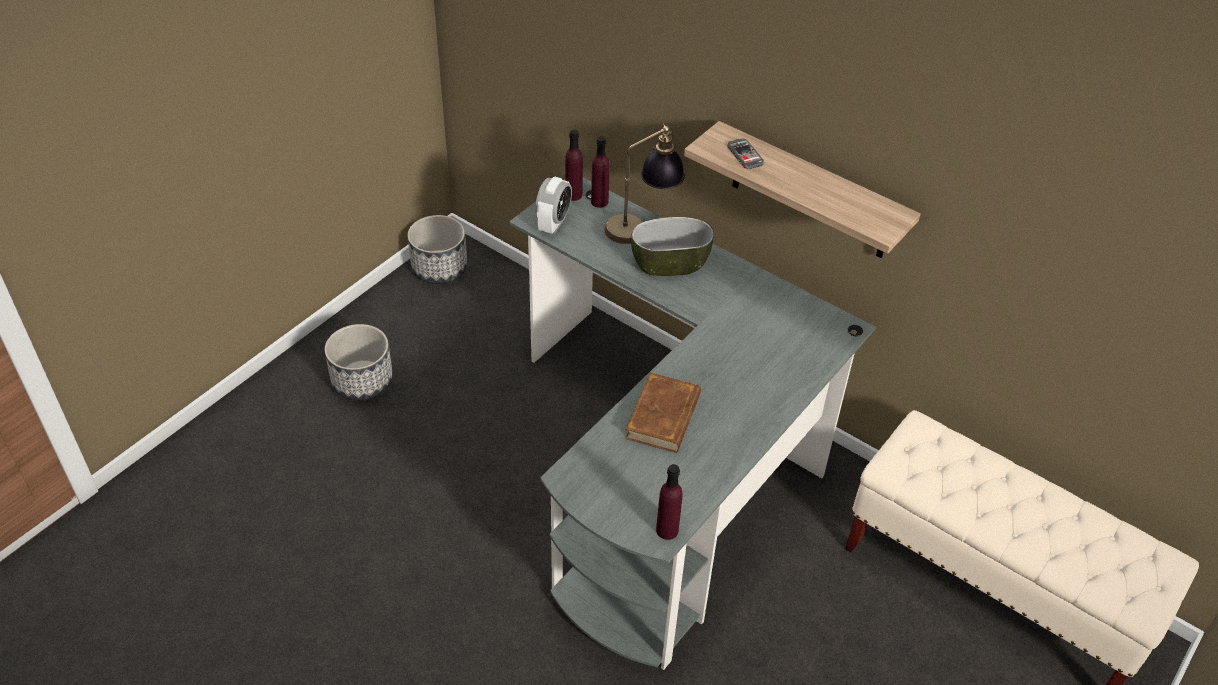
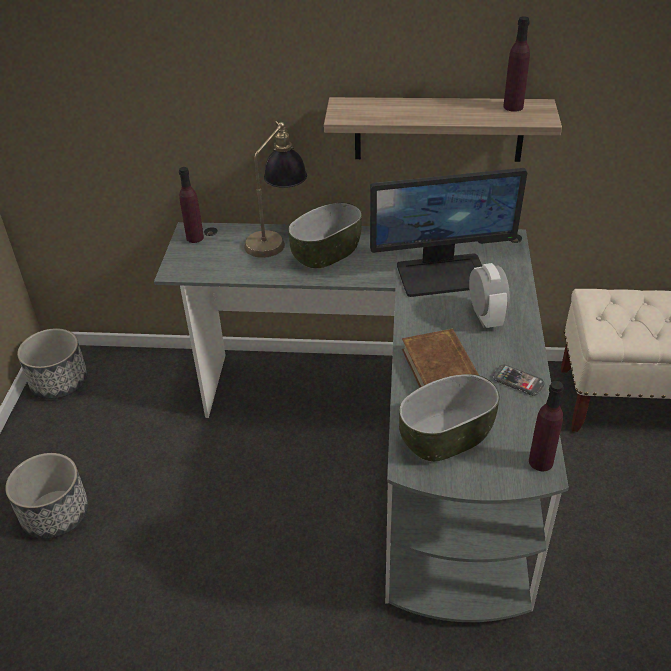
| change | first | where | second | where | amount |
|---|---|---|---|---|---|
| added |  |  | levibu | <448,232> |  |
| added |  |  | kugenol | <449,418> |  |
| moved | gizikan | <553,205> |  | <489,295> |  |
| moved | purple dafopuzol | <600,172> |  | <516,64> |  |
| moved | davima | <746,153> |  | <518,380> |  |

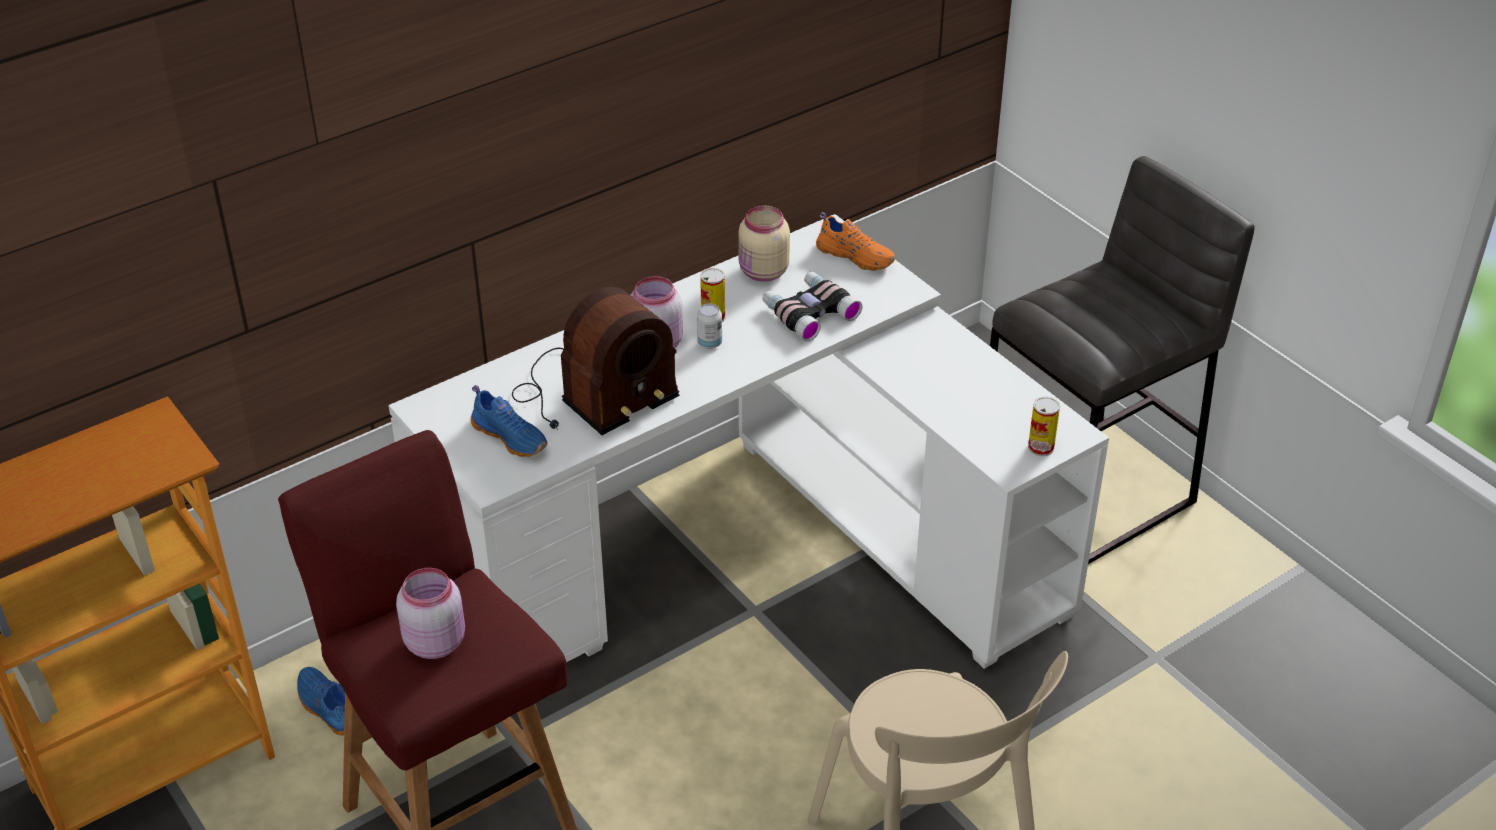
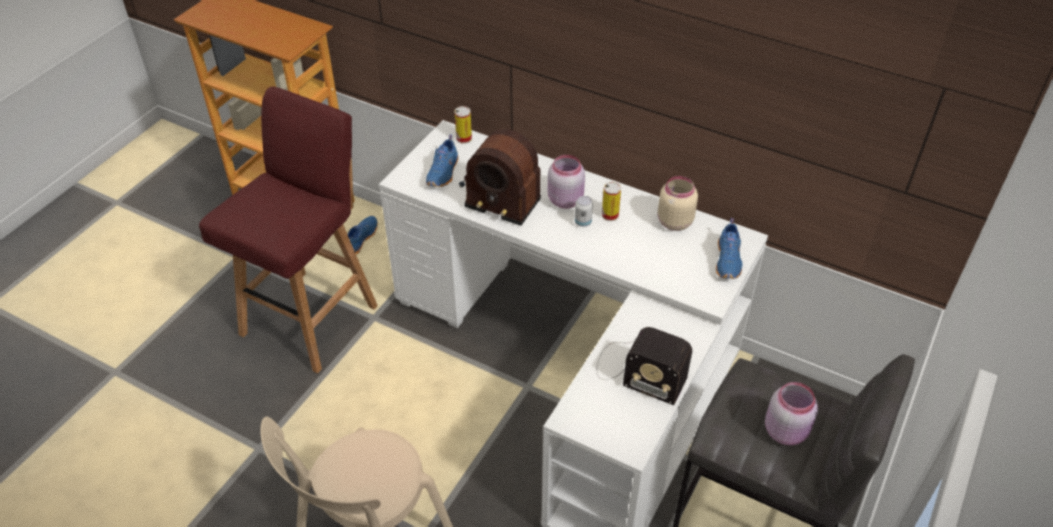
| change | first | where | second | where | amount |
|---|---|---|---|---|---|
| removed | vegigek | <812,306> |  |  |  |
| added |  |  | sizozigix | <644,366> |  |
| moved | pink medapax | <430,613> |  | <791,413> |  |
| moved | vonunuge | <1044,426> |  | <463,125> |  |
| recoloured | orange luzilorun | <855,241> | blue luzilorun | <729,248> |  |

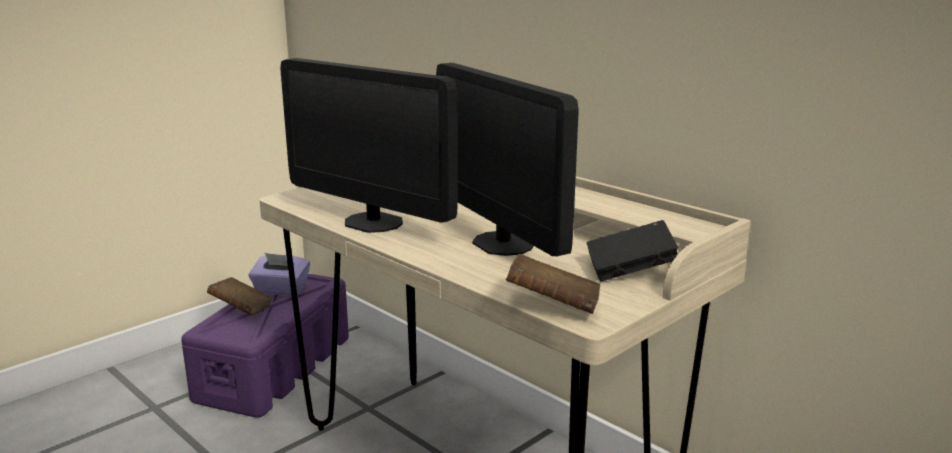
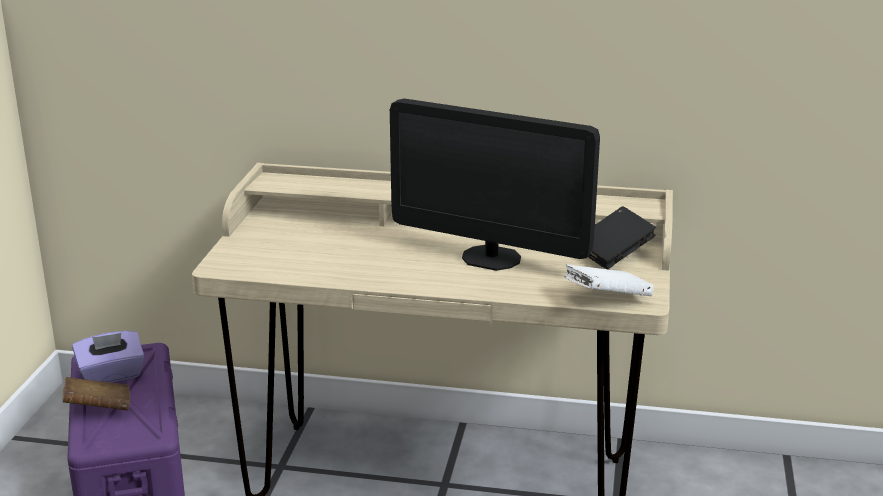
| change | first | where | second | where | amount |
|---|---|---|---|---|---|
| removed | levibu | <369,145> |  |  |  |
| recoloured | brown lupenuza | <553,284> | white lupenuza | <609,280> |  |

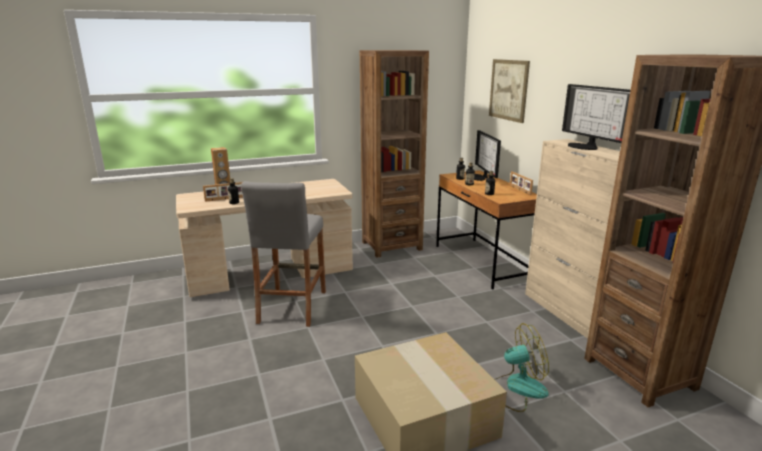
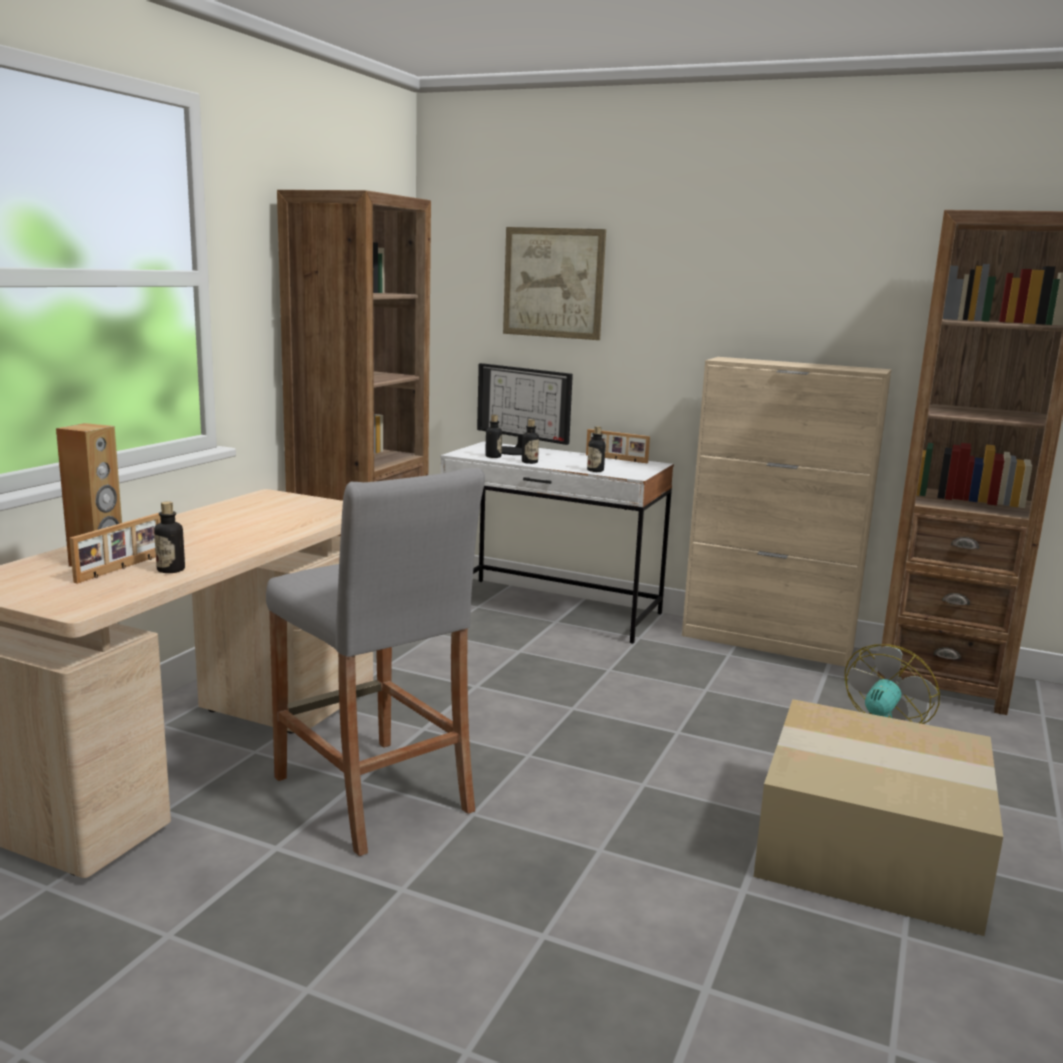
| change | first | where | second | where | amount |
|---|---|---|---|---|---|
| removed | levibu | <596,117> |  |  |  |
| recoloured | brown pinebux | <486,229> | white pinebux | <557,542> |  |

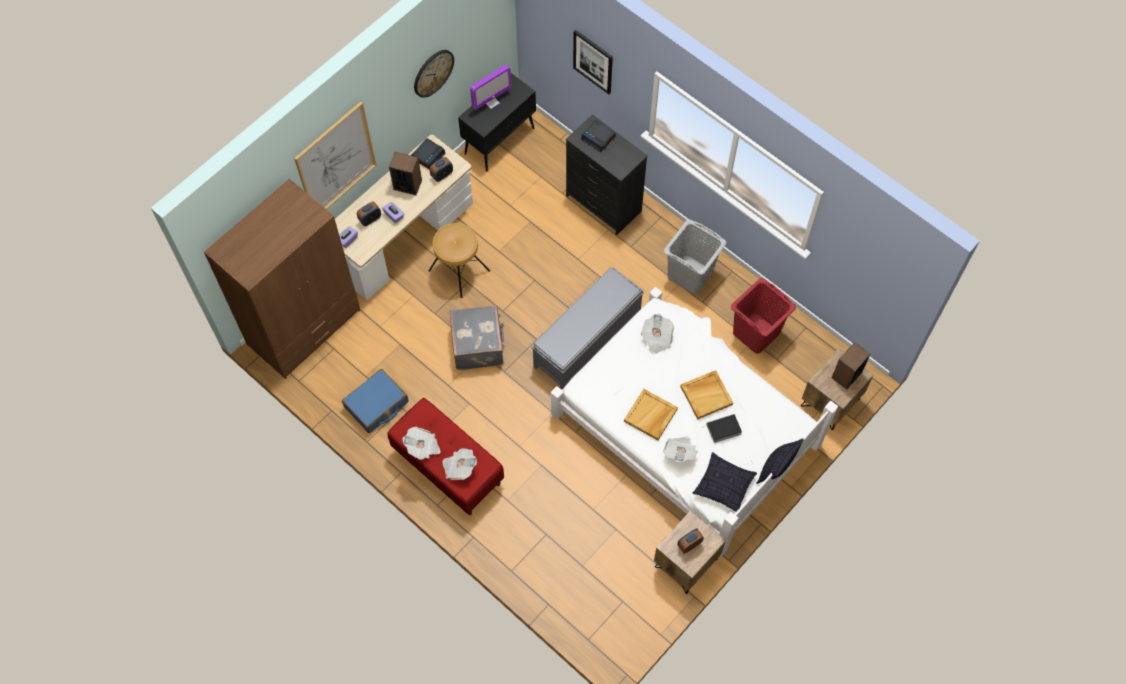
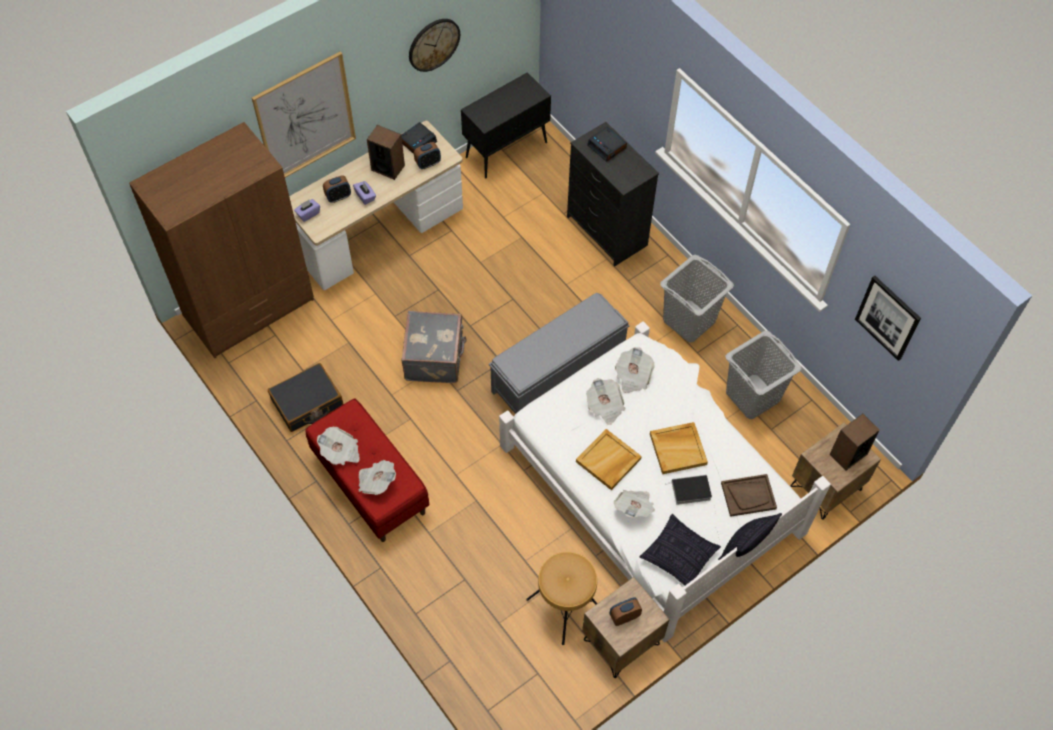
| change | first | where | second | where | amount |
|---|---|---|---|---|---|
| removed | levibu | <490,87> |  |  |  |
| added |  |  | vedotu | <606,401> |  |
| added |  |  | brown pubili | <749,495> |  |
| moved | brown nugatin | <459,260> |  | <561,598> |  |
| moved | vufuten | <593,62> |  | <888,318> |  |
| recoloured | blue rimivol | <375,401> | black rimivol | <305,397> |  |
| recoloured | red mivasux | <763,316> | grey mivasux | <764,375> |  |

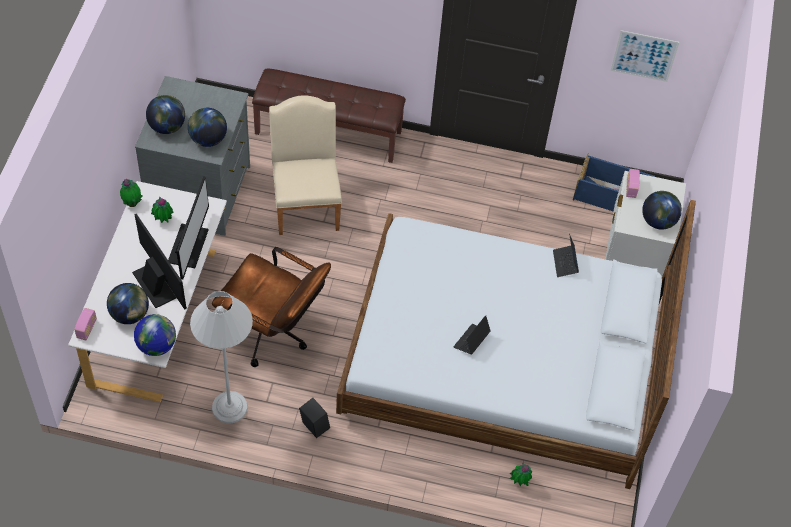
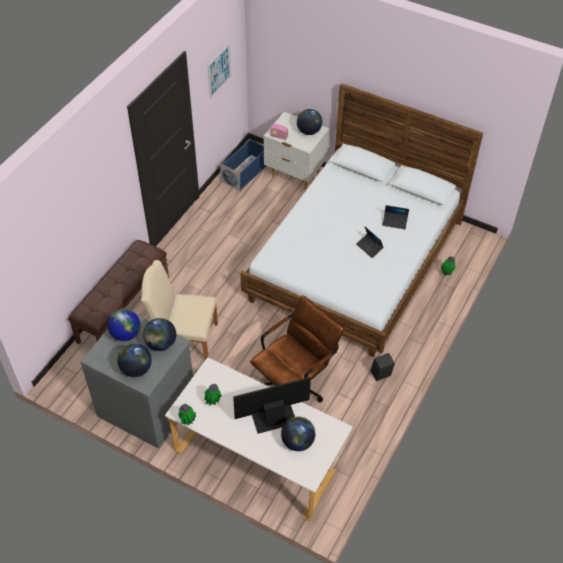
| change | first | where | second | where | amount |
|---|---|---|---|---|---|
| removed | sizozigix | <85,324> |  |  |  |
| removed | levibu | <188,228> |  |  |  |
| removed | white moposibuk | <221,357> |  |  |  |
| moved | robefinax | <155,335> |  | <124,325> |  |
| moved | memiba | <566,255> |  | <395,217> |  |

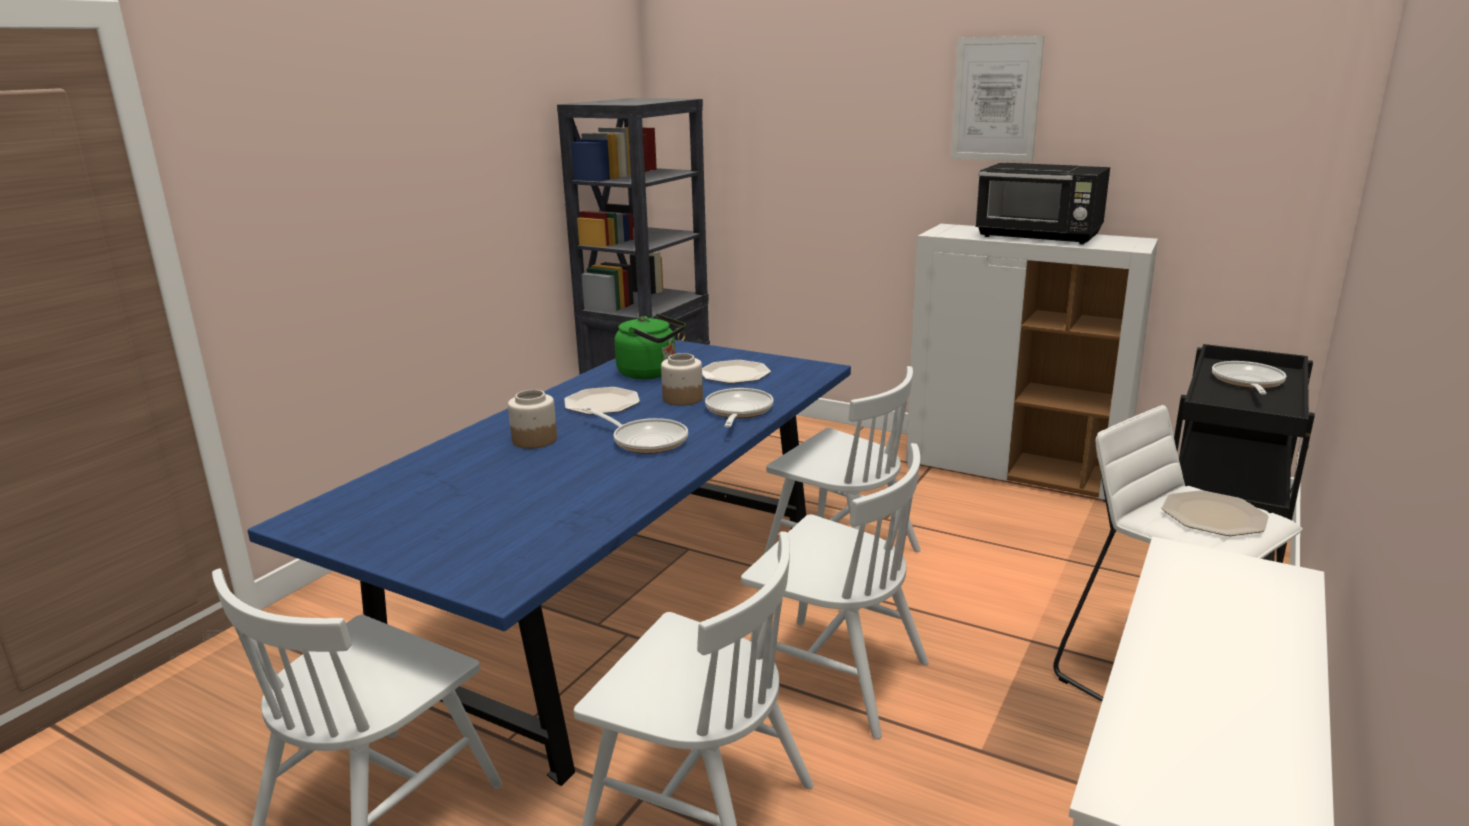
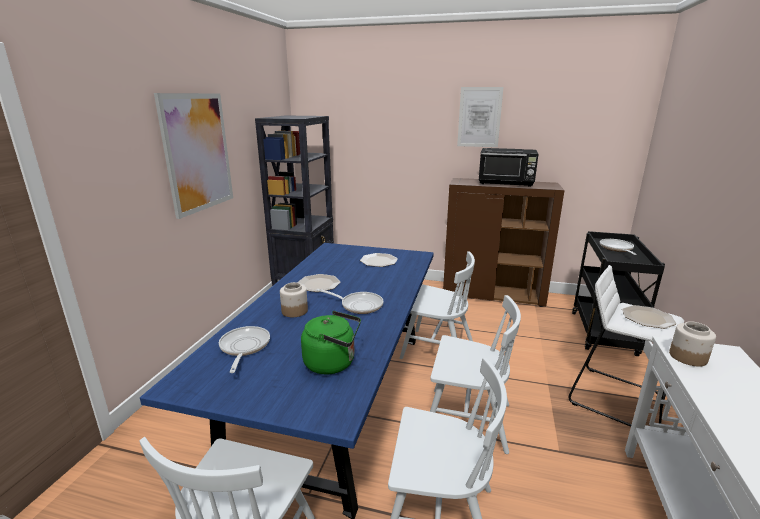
| change | first | where | second | where | amount |
|---|---|---|---|---|---|
| added |  |  | vufuten | <193,156> |  |
| moved | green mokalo | <650,346> |  | <331,342> |  |
| moved | medapax | <682,379> |  | <692,344> |  |
| moved | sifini | <739,407> |  | <244,349> |  |
| recoloured | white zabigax | <1032,363> | brown zabigax | <504,242> |  |

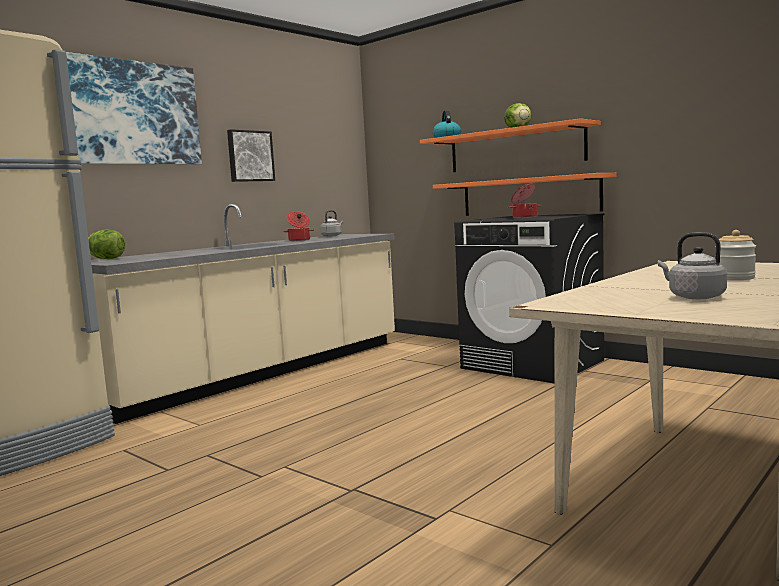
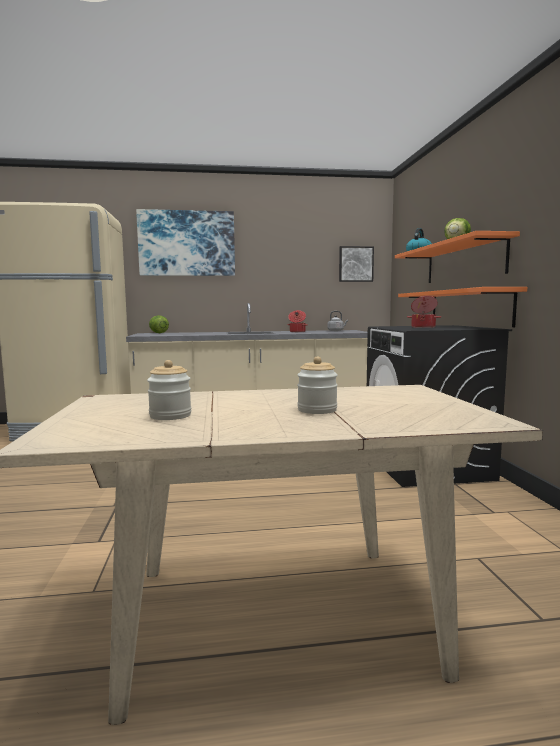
| change | first | where | second | where | amount |
|---|---|---|---|---|---|
| moved | vufuten | <251,155> |  | <356,264> |  |
| replaced | grey mokalo | <692,265> | medapax | <169,390> |  |

